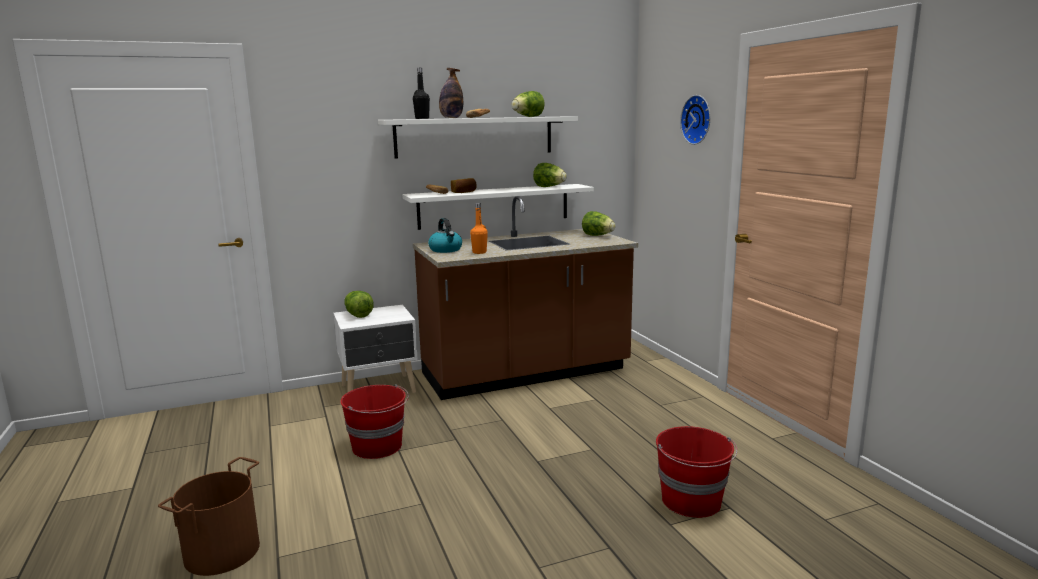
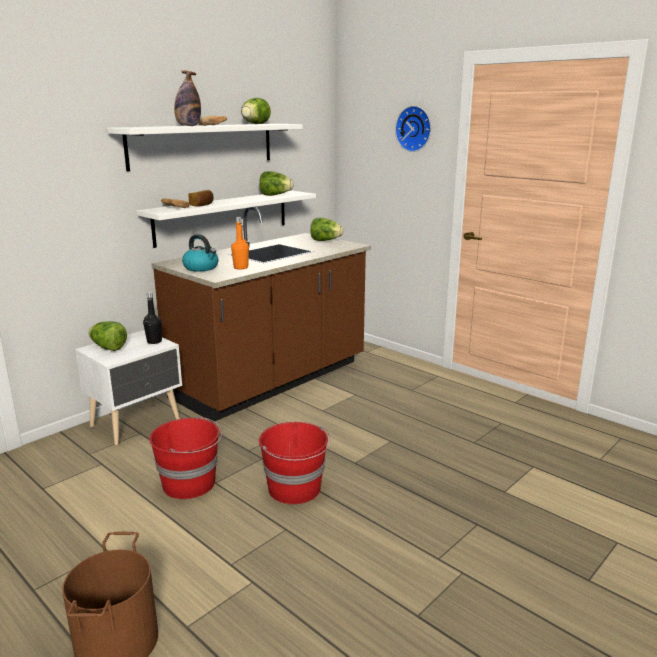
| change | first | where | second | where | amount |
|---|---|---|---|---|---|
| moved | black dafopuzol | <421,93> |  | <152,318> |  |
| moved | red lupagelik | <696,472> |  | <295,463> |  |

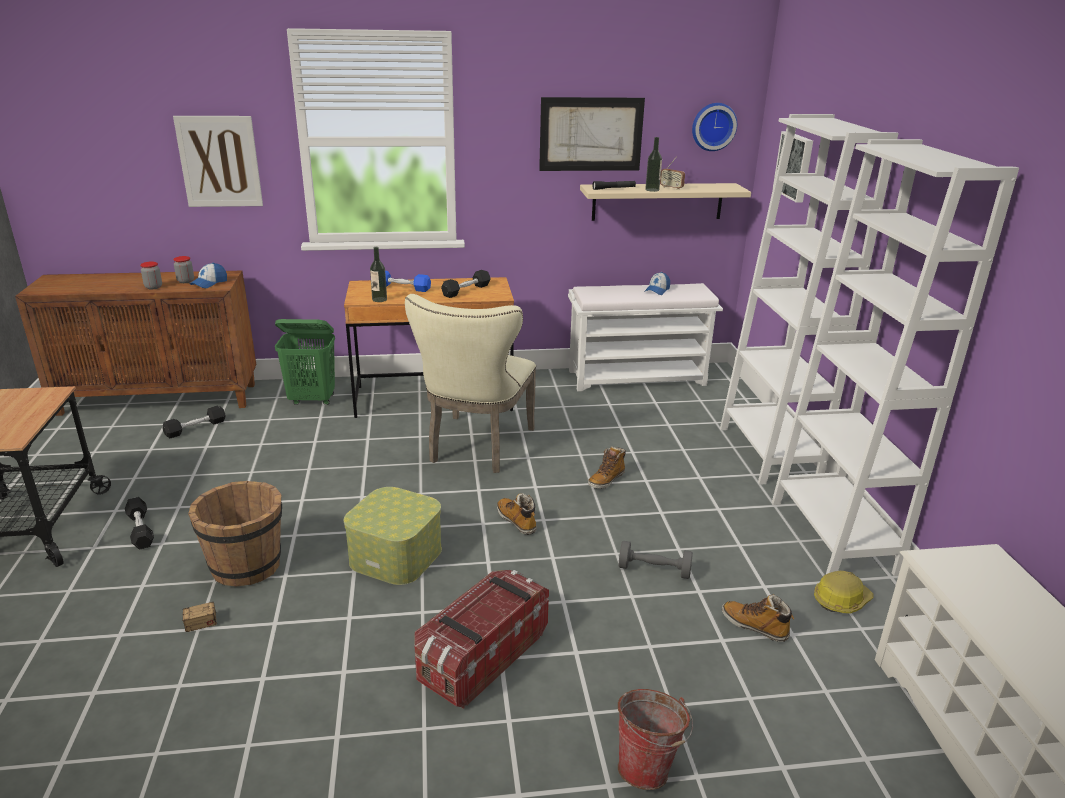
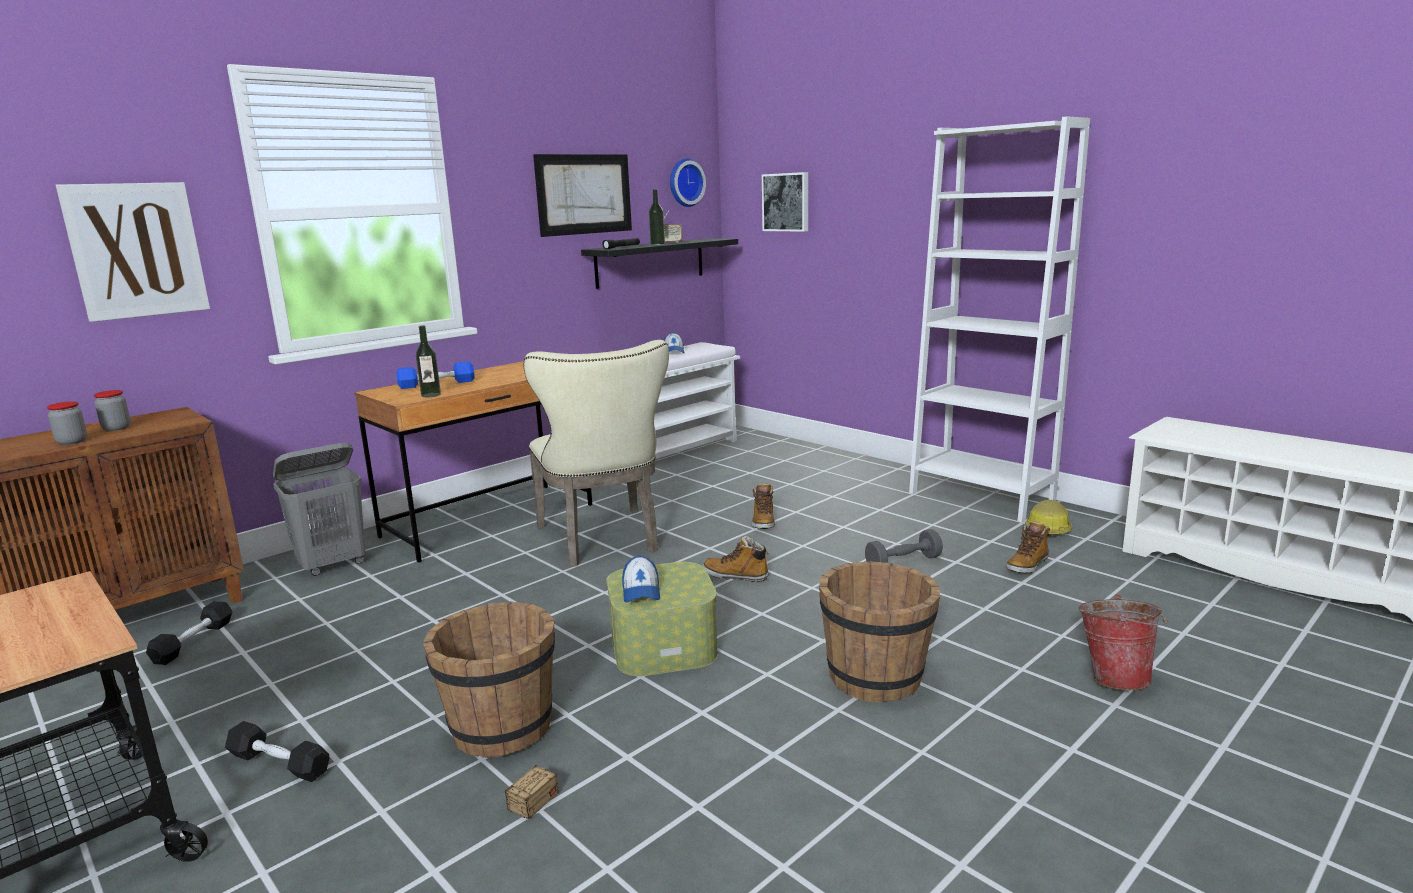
| change | first | where | second | where | amount |
|---|---|---|---|---|---|
| removed | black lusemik | <466,284> |  |  |  |
| removed | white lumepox | <809,299> |  |  |  |
| moved | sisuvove | <208,275> |  | <641,578> |  |
| replaced | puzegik | <481,639> | brown lupagelik | <879,632> |  |
| recoloured | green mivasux | <305,362> | grey mivasux | <319,509> |  |
| recoloured | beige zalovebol | <665,202> | black zalovebol | <659,263> |  |
| turned | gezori | <758,618> |  | <1028,547> | 45 degrees counterclockwise |

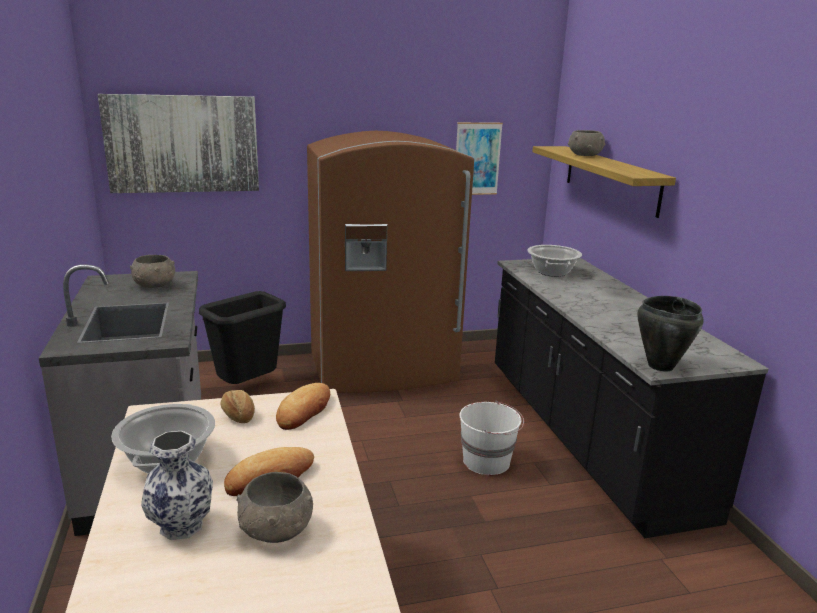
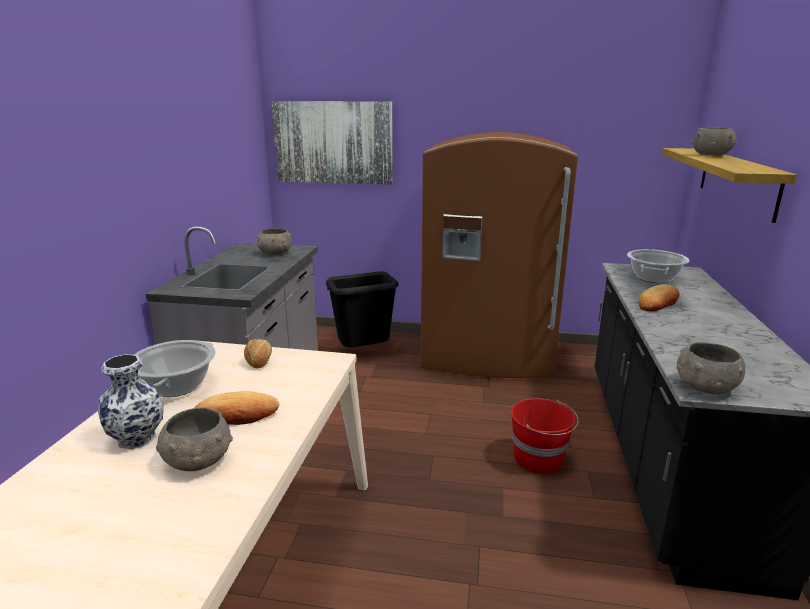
| change | first | where | second | where | amount |
|---|---|---|---|---|---|
| removed | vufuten | <479,158> |  |  |  |
| moved | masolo | <303,406> |  | <659,298> |  |
| replaced | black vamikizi | <670,333> | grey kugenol | <711,368> |  |
| recoloured | white lupagelik | <491,438> | red lupagelik | <545,436> |  |

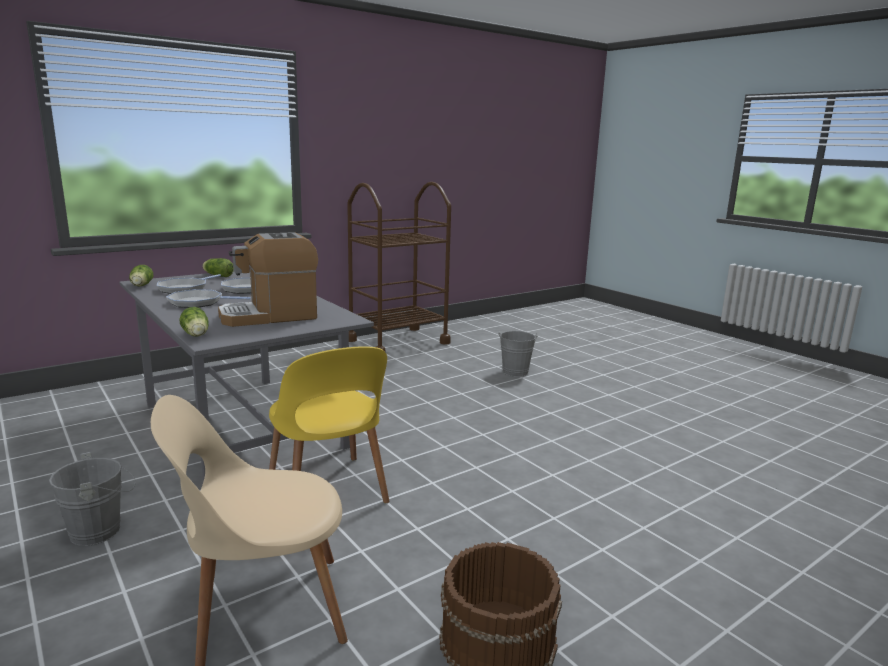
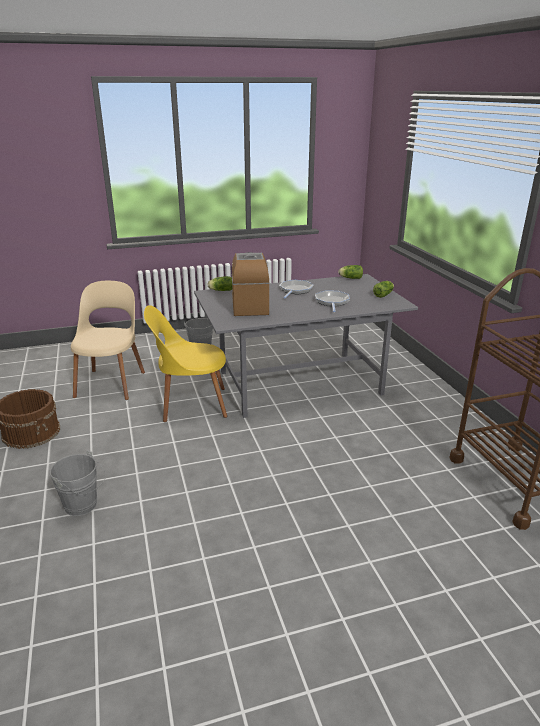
| change | first | where | second | where | amount |
|---|---|---|---|---|---|
| removed | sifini | <189,284> |  |  |  |
| moved | grey lupagelik | <517,354> |  | <78,483> |  |

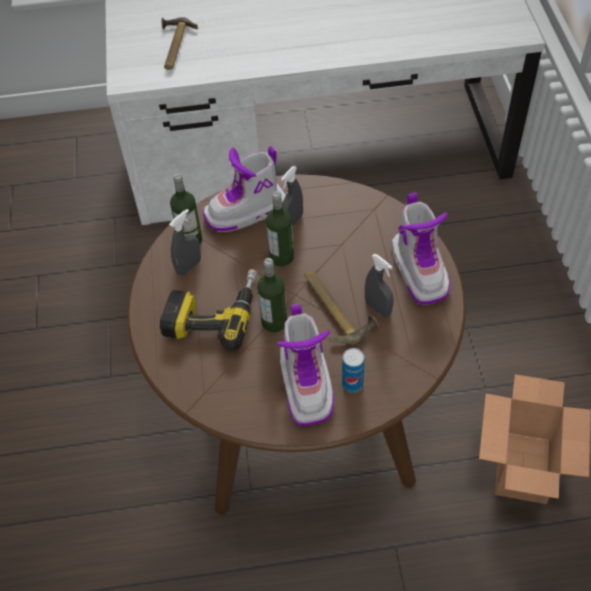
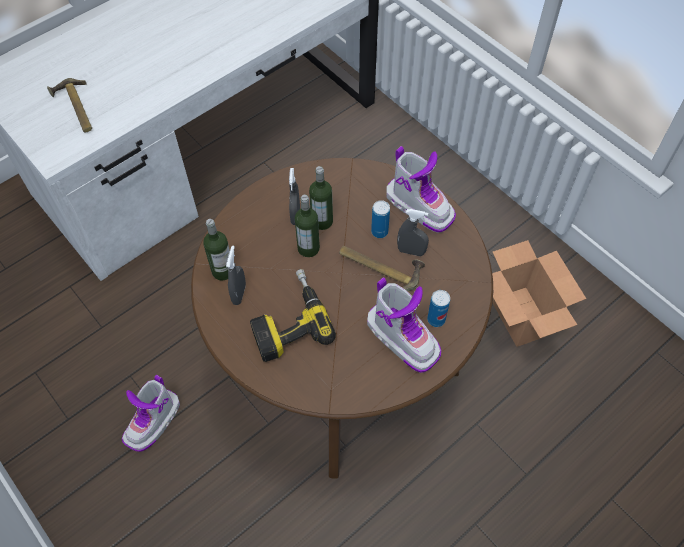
| change | first | where | second | where | amount |
|---|---|---|---|---|---|
| added |  |  | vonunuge | <380,219> |  |
| moved | gezori | <244,189> |  | <151,413> |  |
| moved | dafopuzol | <272,295> |  | <321,198> |  |

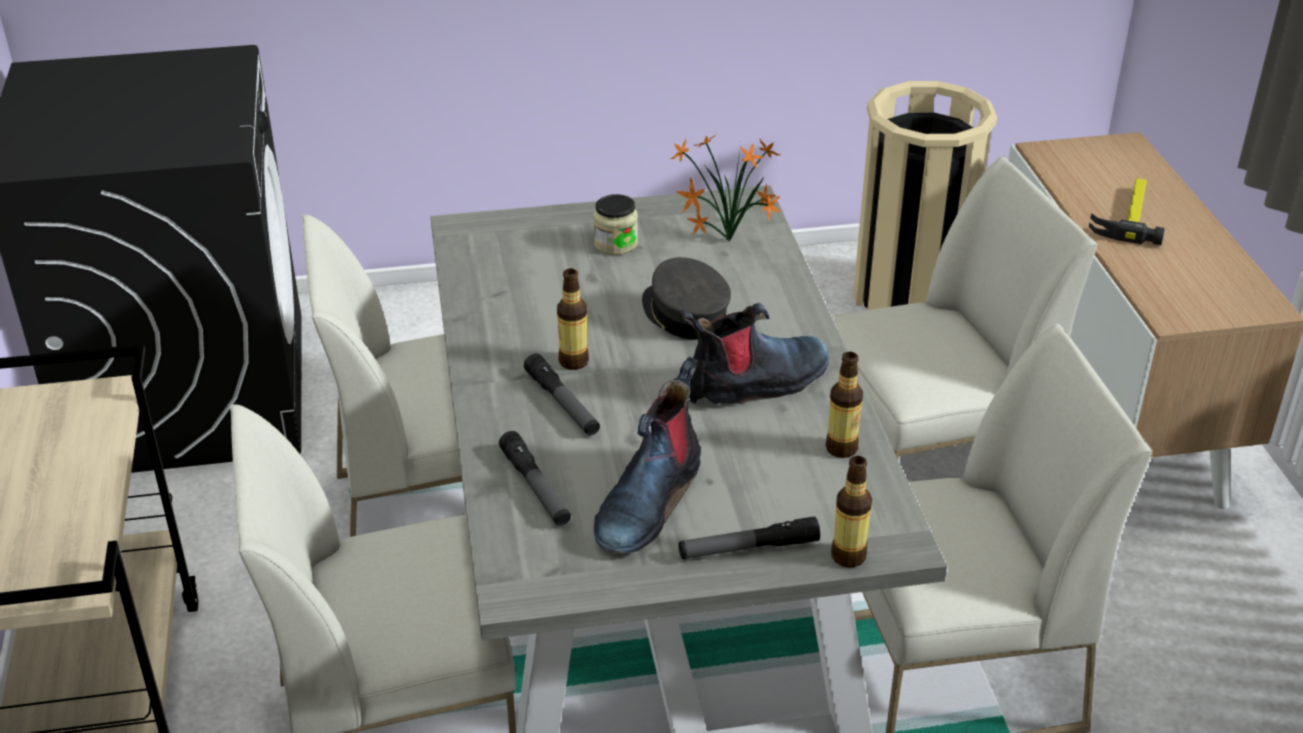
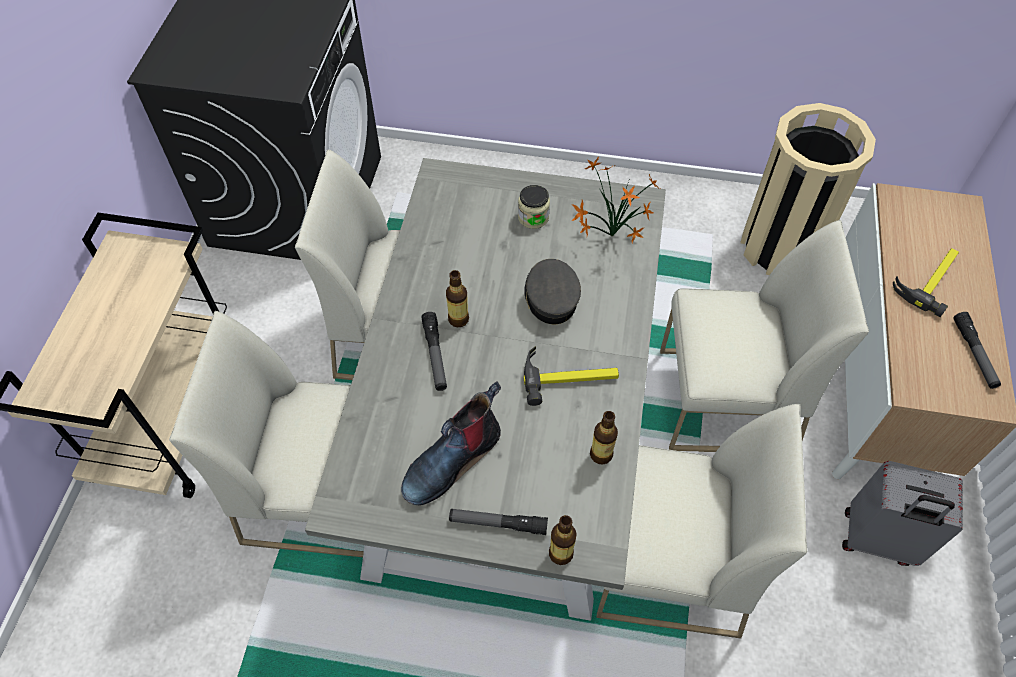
| change | first | where | second | where | amount |
|---|---|---|---|---|---|
| added |  |  | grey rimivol | <902,513> |  |
| moved | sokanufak | <535,478> |  | <977,350> |  |
| replaced | gezori | <755,353> | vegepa | <571,376> |  |

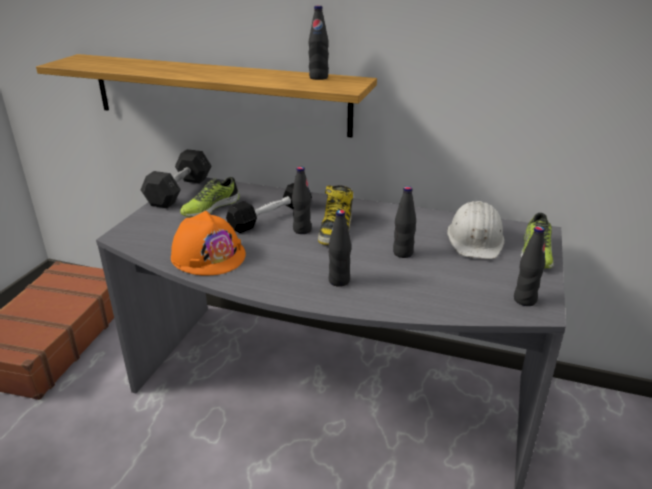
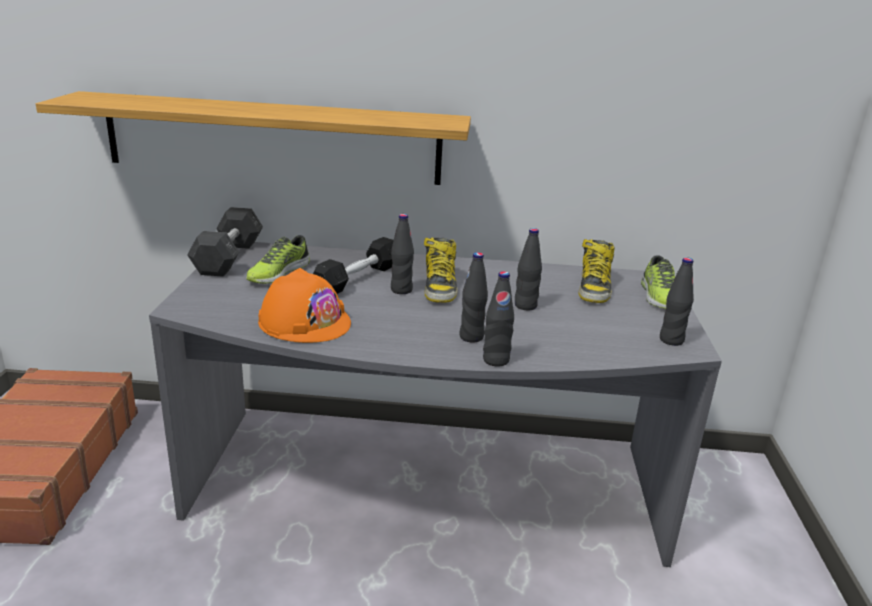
| change | first | where | second | where | amount |
|---|---|---|---|---|---|
| moved | black dafopuzol | <318,42> |  | <498,319> |  |
| replaced | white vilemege | <476,230> | gezori | <597,271> |  |

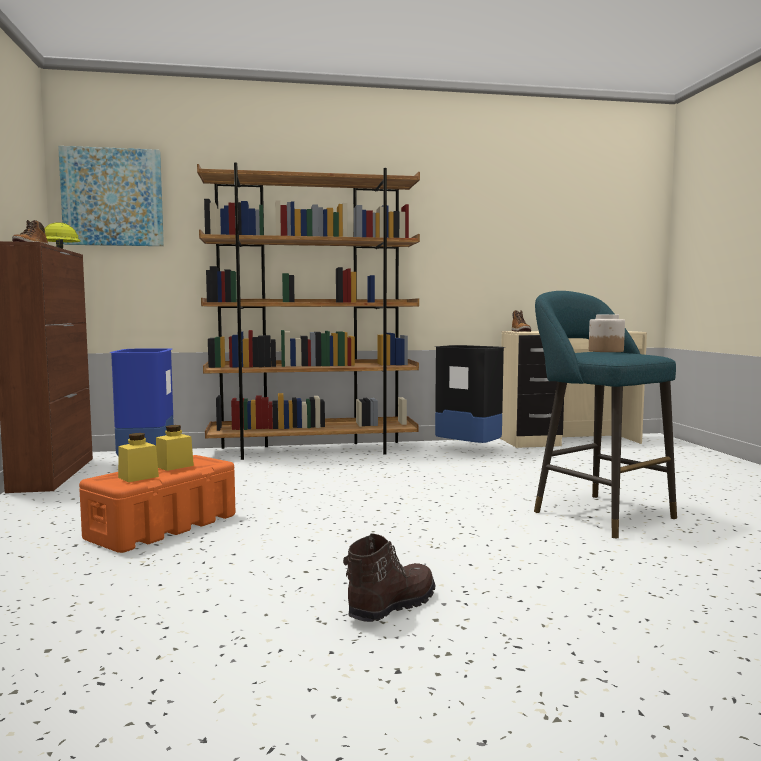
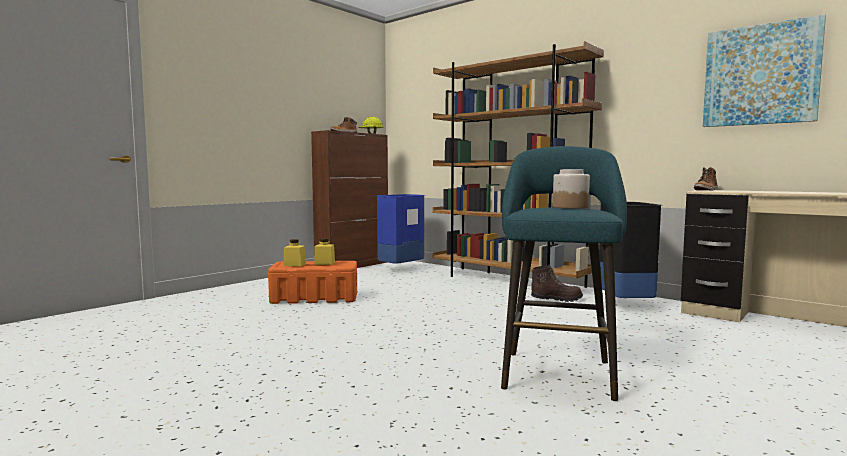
| change | first | where | second | where | amount |
|---|---|---|---|---|---|
| moved | vufuten | <111,196> |  | <764,70> |  |
| moved | brown gezori | <389,578> |  | <557,283> |  |

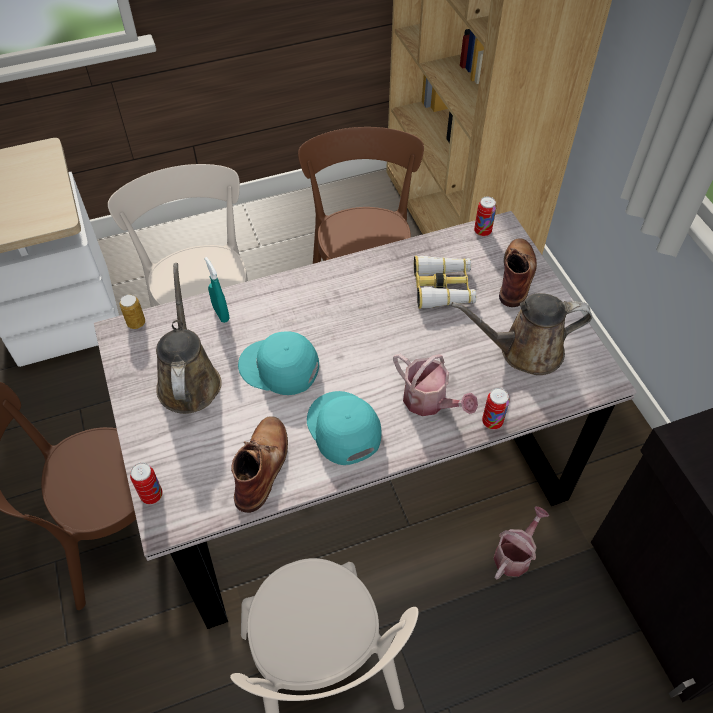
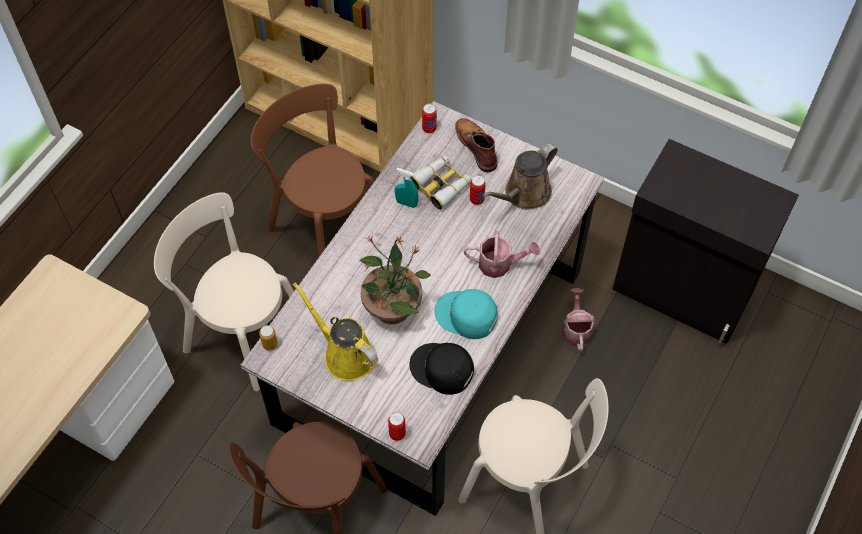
| change | first | where | second | where | amount |
|---|---|---|---|---|---|
| moved | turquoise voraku | <217,290> |  | <406,188> |  |
| moved | vonunuge | <495,409> |  | <478,190> |  |
| replaced | brown gezori | <259,464> | black sisuvove | <441,369> |  |
| replaced | turquoise sisuvove | <278,363> | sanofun | <395,279> |  |
| recoloured | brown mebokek | <189,338> | yellow mebokek | <335,331> |  |

